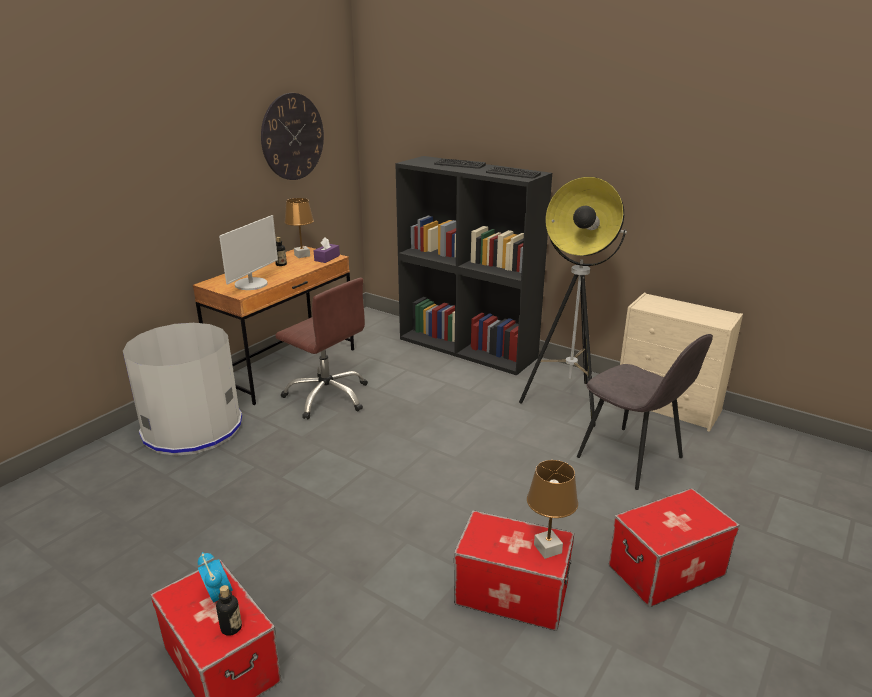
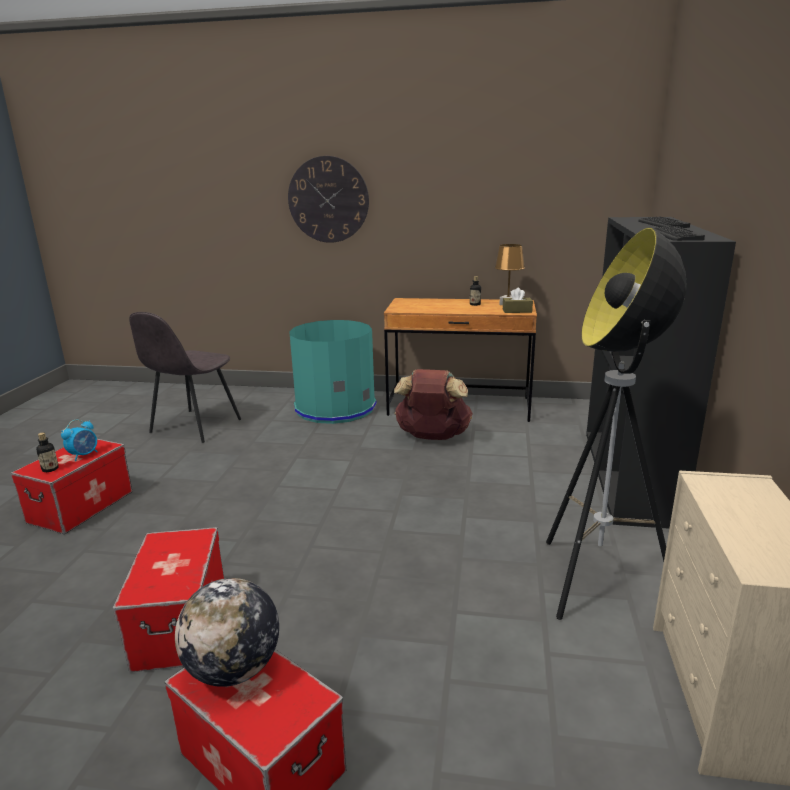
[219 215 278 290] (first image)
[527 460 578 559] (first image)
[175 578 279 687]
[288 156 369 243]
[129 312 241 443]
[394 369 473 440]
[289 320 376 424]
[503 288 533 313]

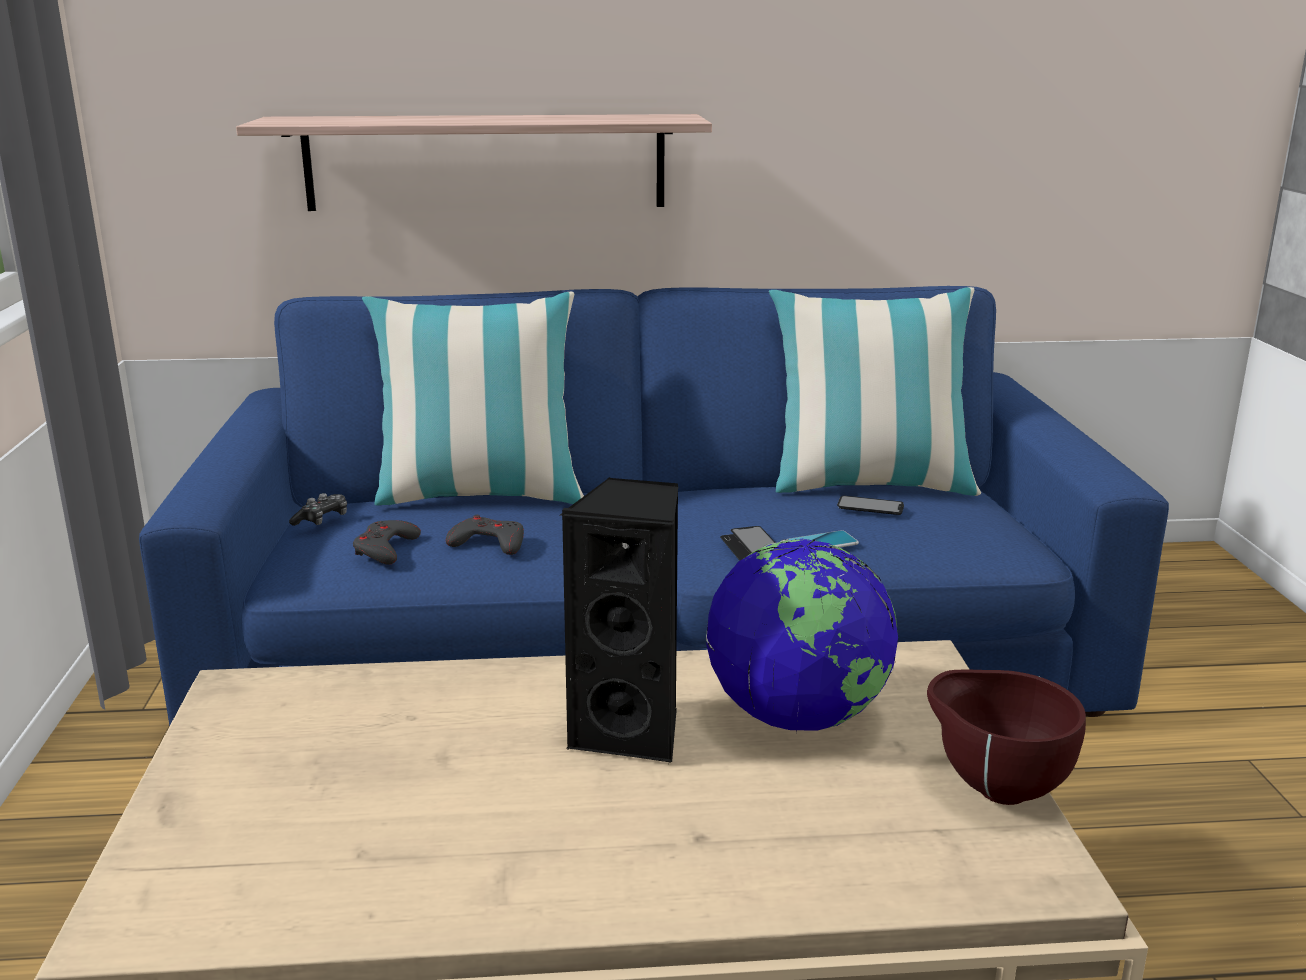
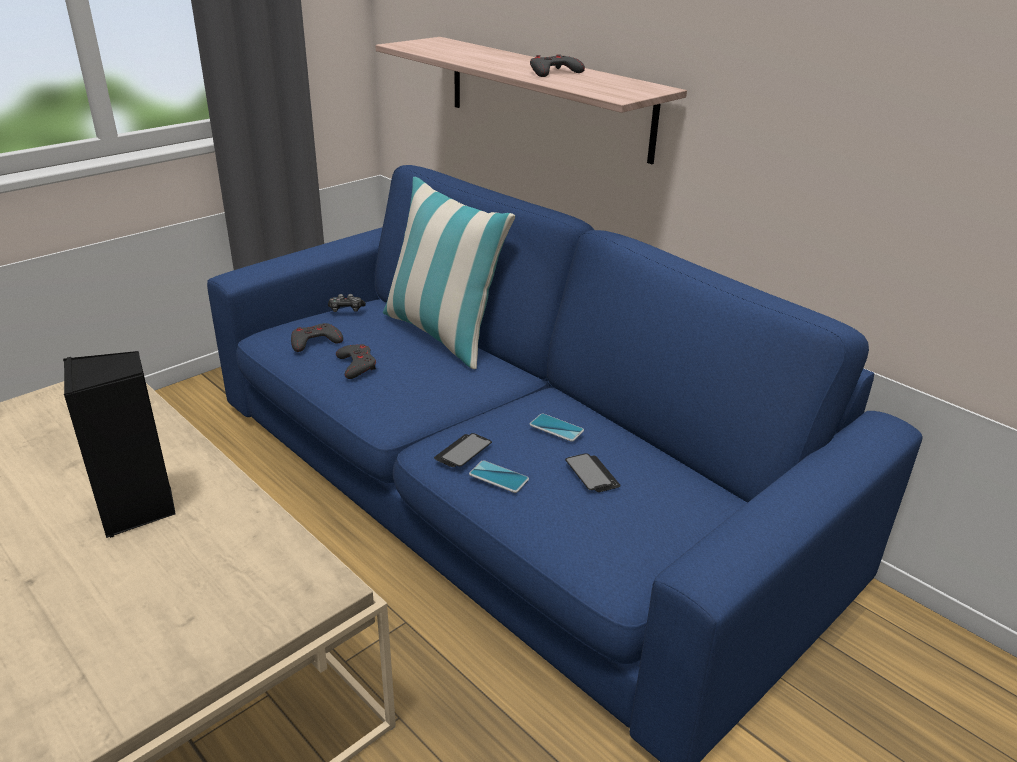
[706 539 898 733] (first image)
[769 287 981 496] (first image)
[927 670 1086 805] (first image)
[530 54 585 77]
[530 413 584 442]

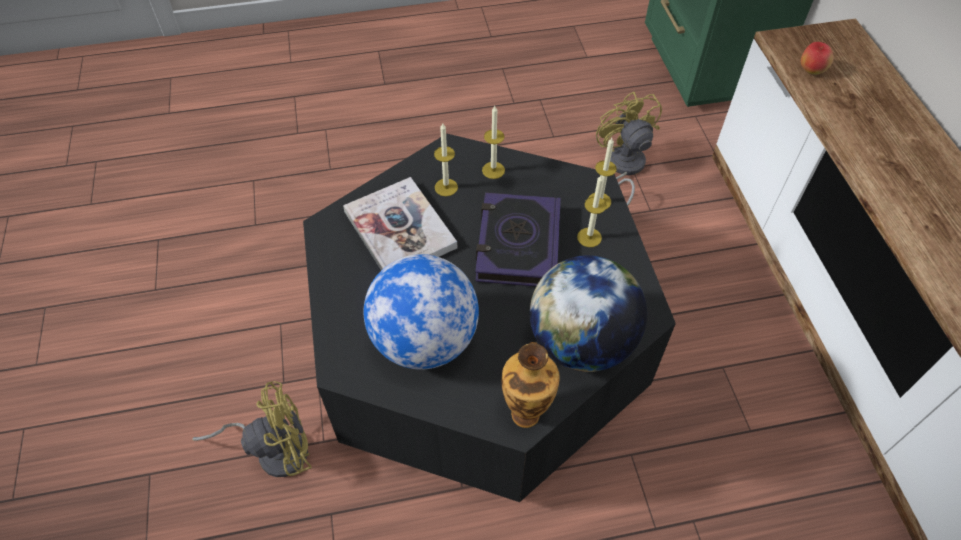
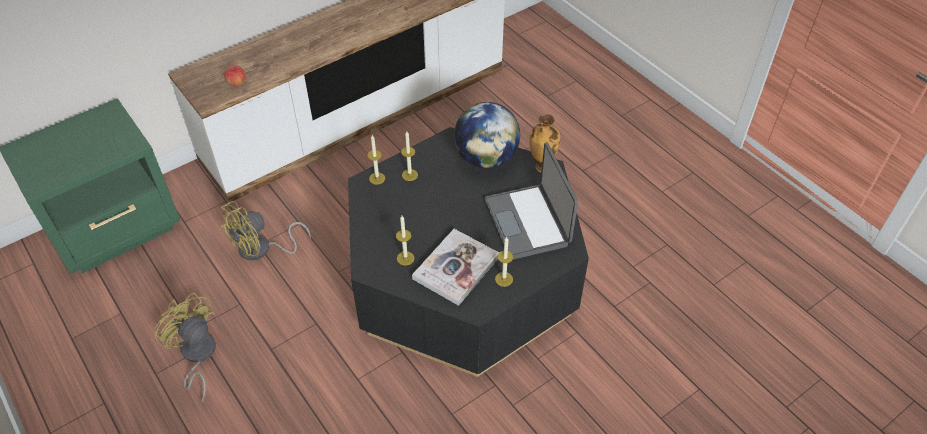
[475 192 561 287] (first image)
[154 292 216 403]
[495 237 513 287]
[485 142 578 260]

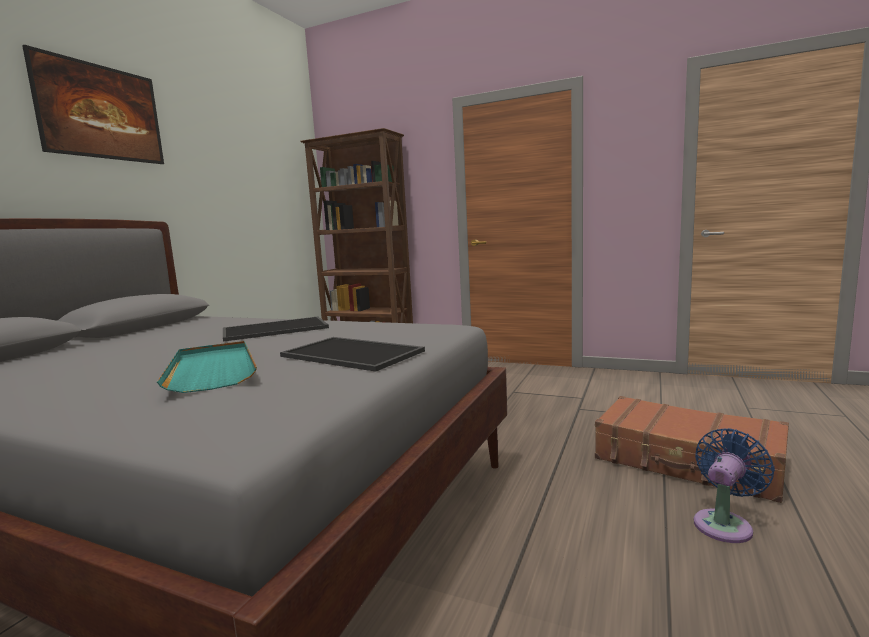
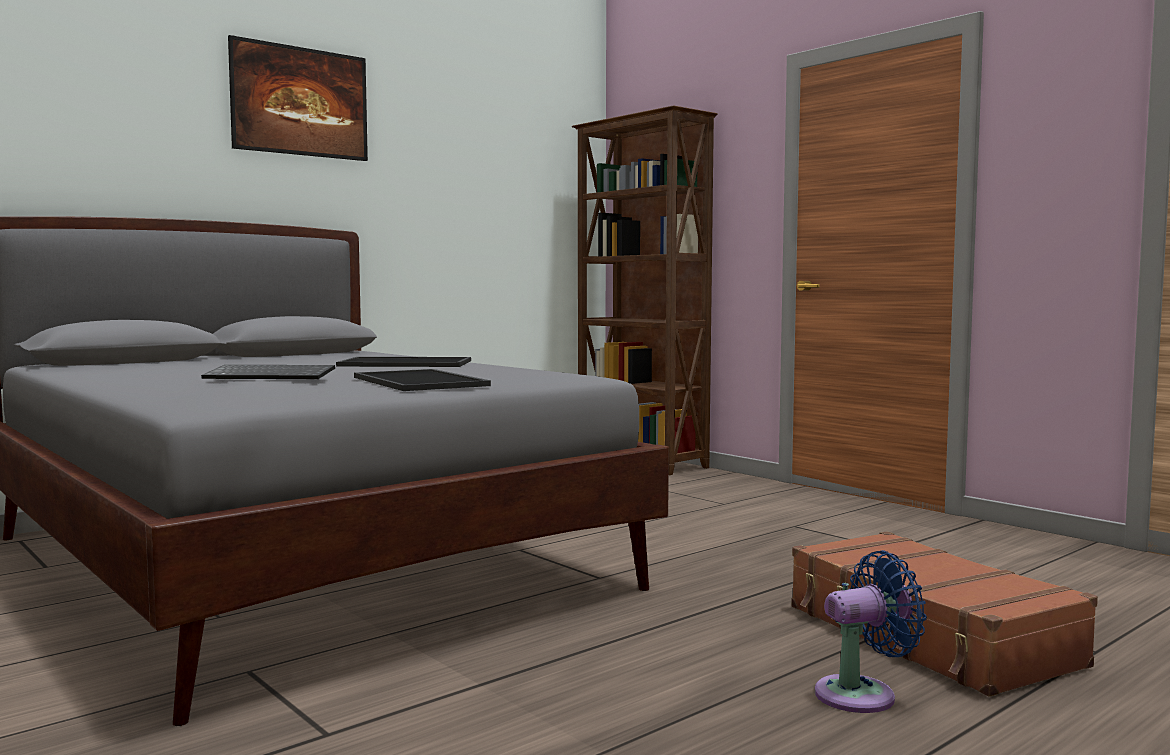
[201 365 335 379]

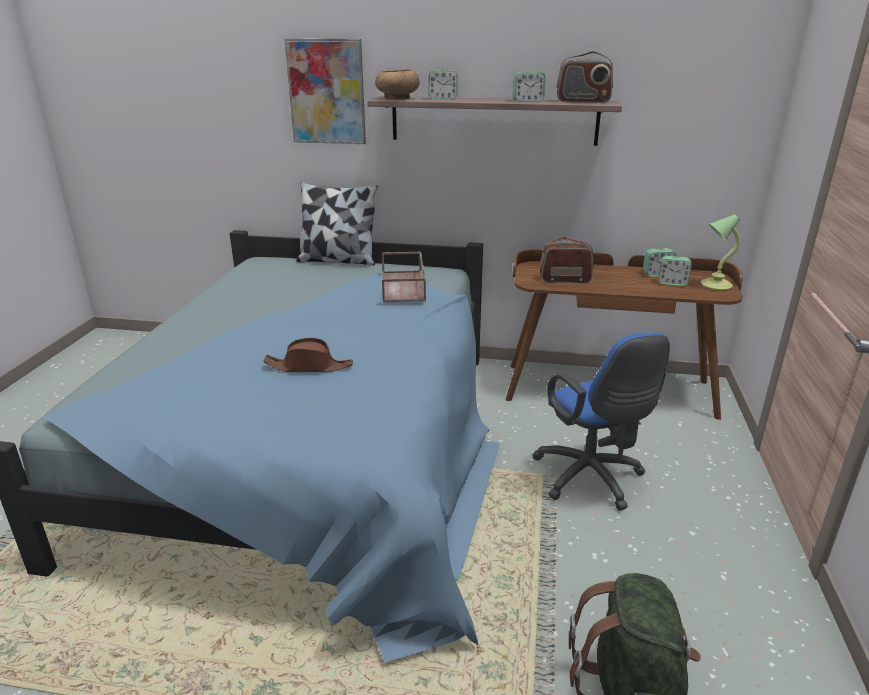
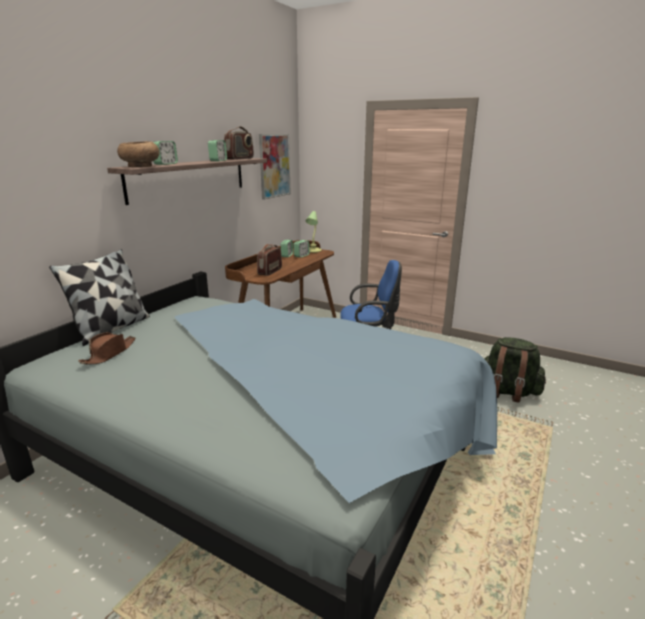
[382 251 426 303] (first image)
[78 332 136 364]
[259 134 291 199]

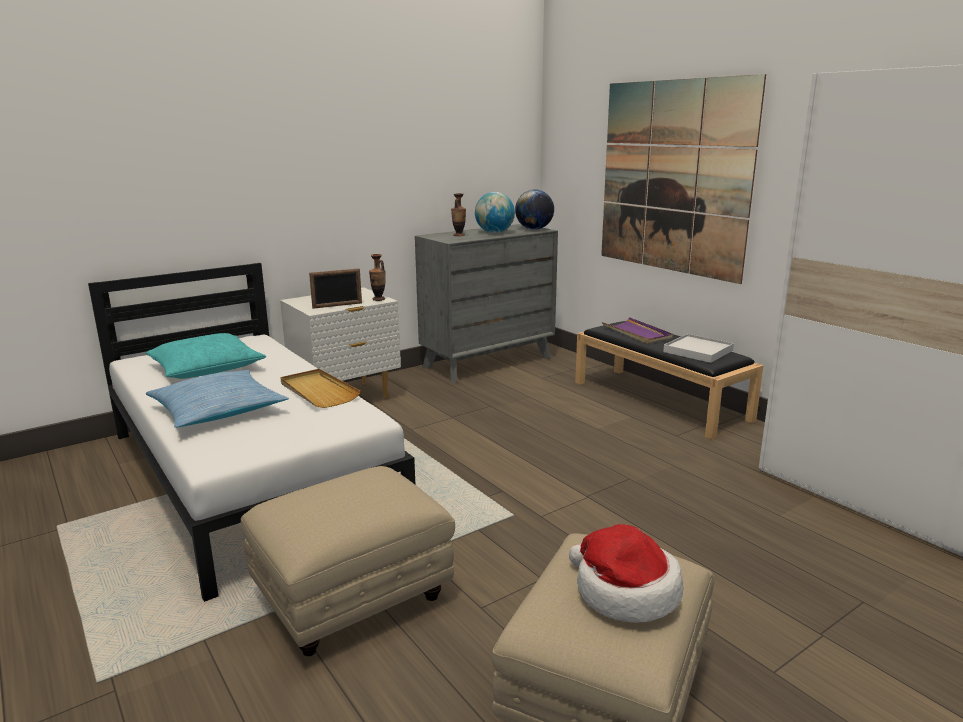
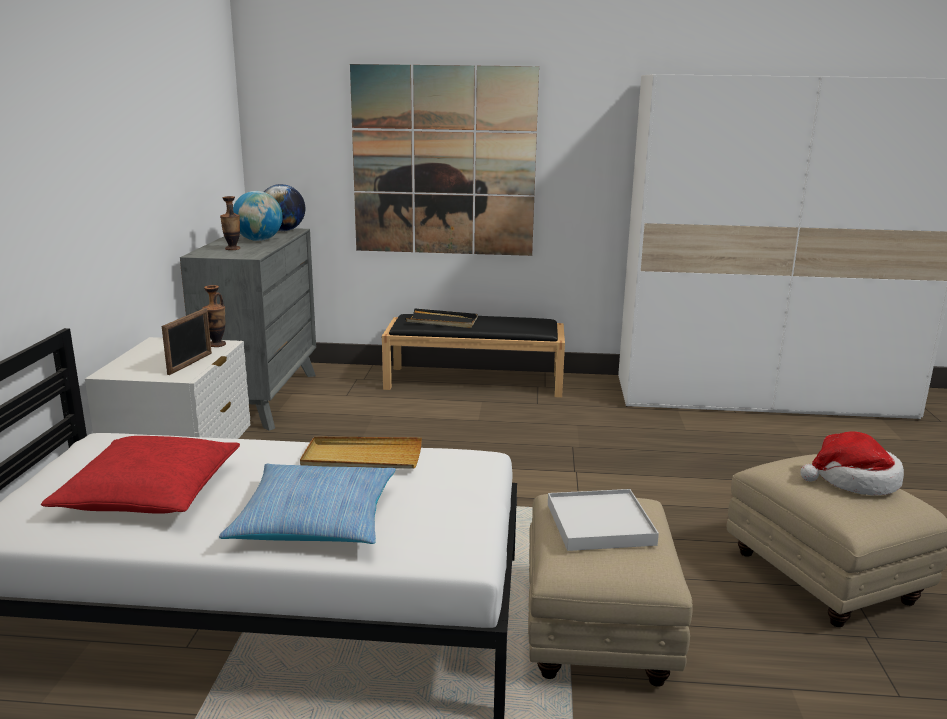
[548 489 659 551]
[41 436 240 514]
[405 308 478 328]

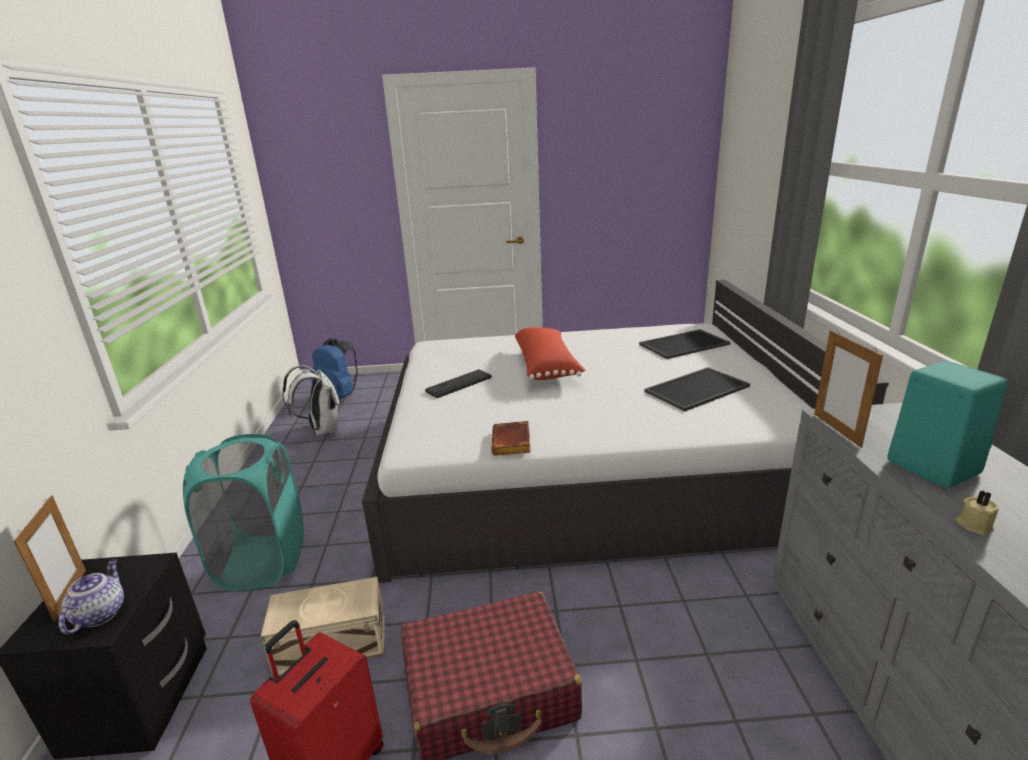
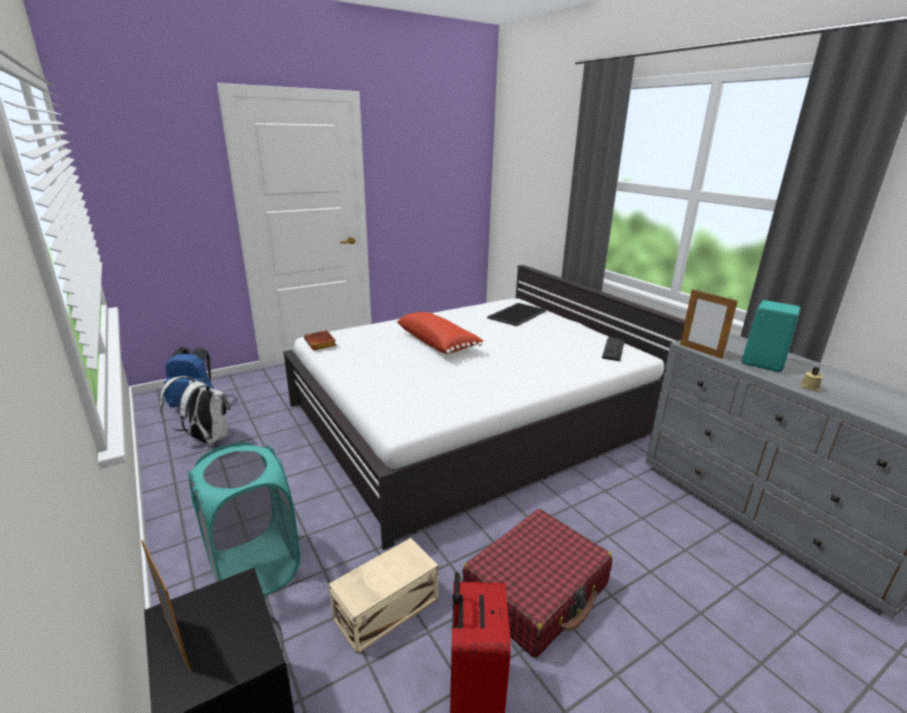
[58 559 124 634] (first image)
[644 367 750 411] (first image)
[602 337 625 361]
[304 330 336 351]

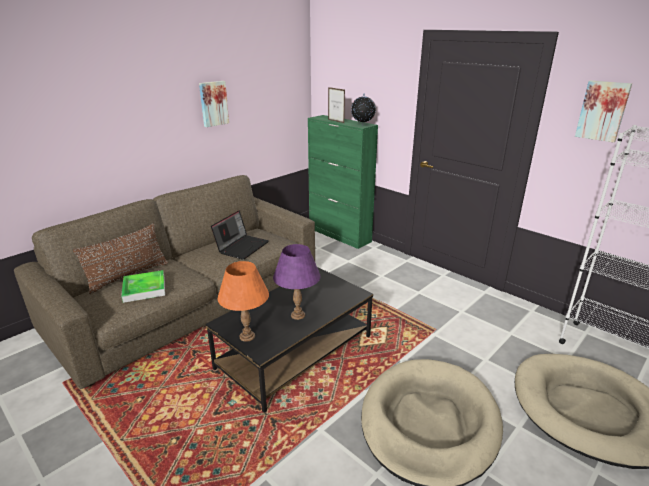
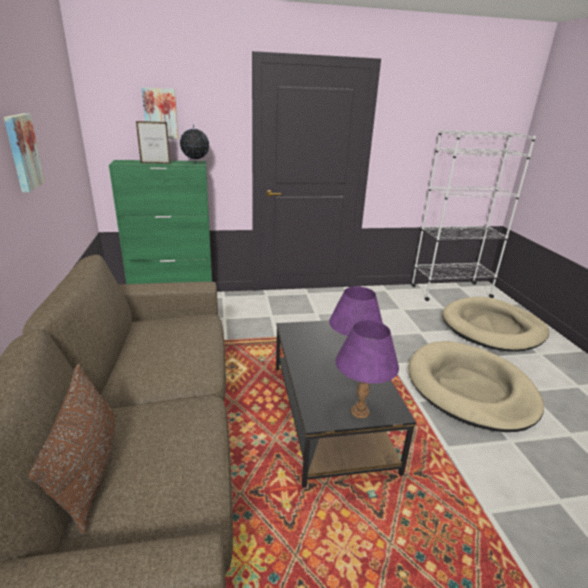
[121 270 165 303] (first image)
[211 210 269 260] (first image)
[142 88 179 139]
[335 320 399 419]

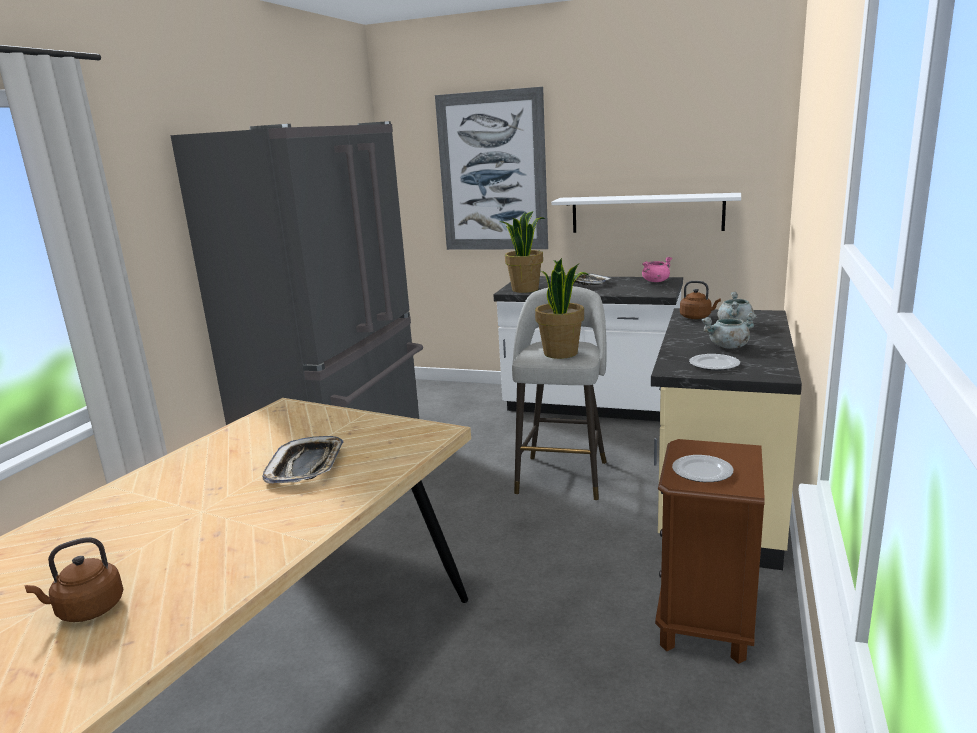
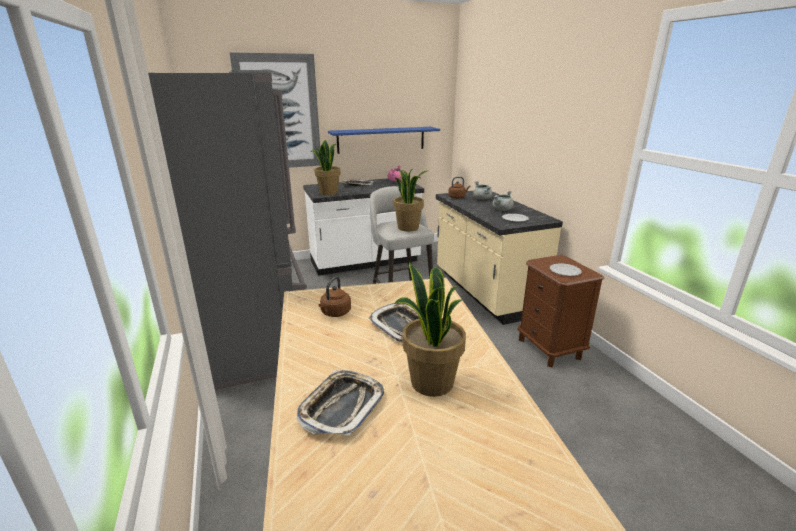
[297 370 384 436]
[394 262 466 397]
[318 276 351 317]
[328 127 440 154]

